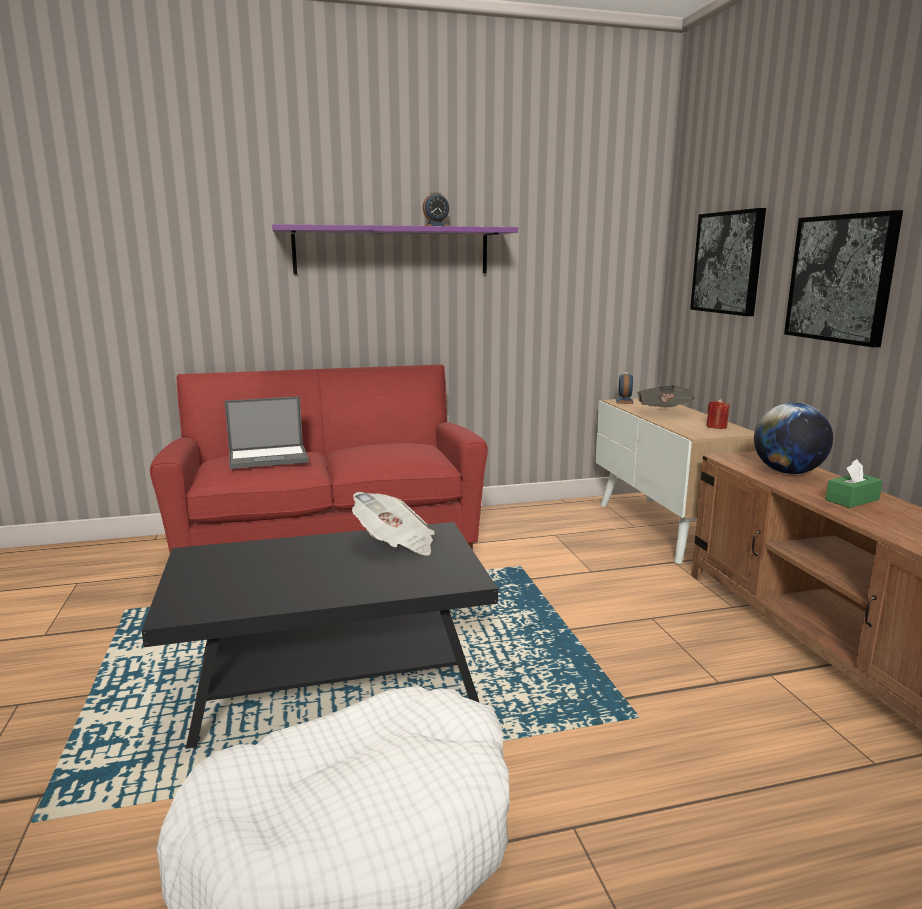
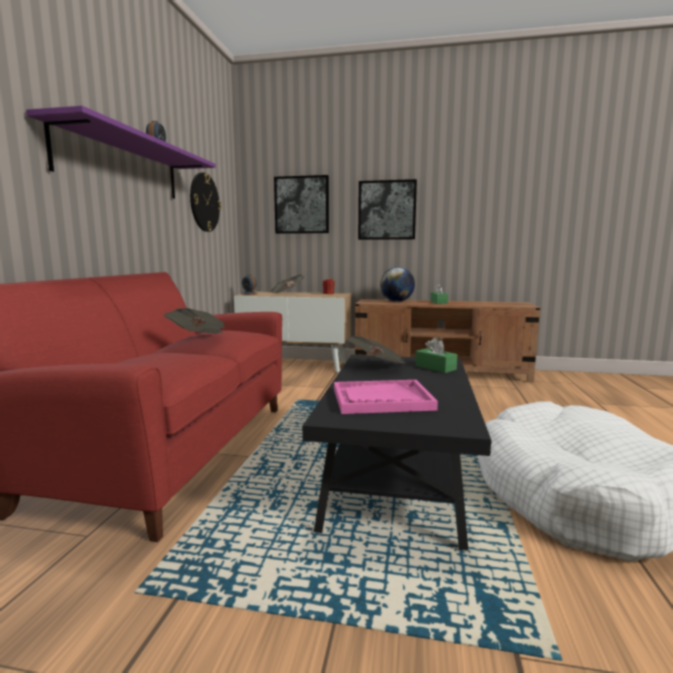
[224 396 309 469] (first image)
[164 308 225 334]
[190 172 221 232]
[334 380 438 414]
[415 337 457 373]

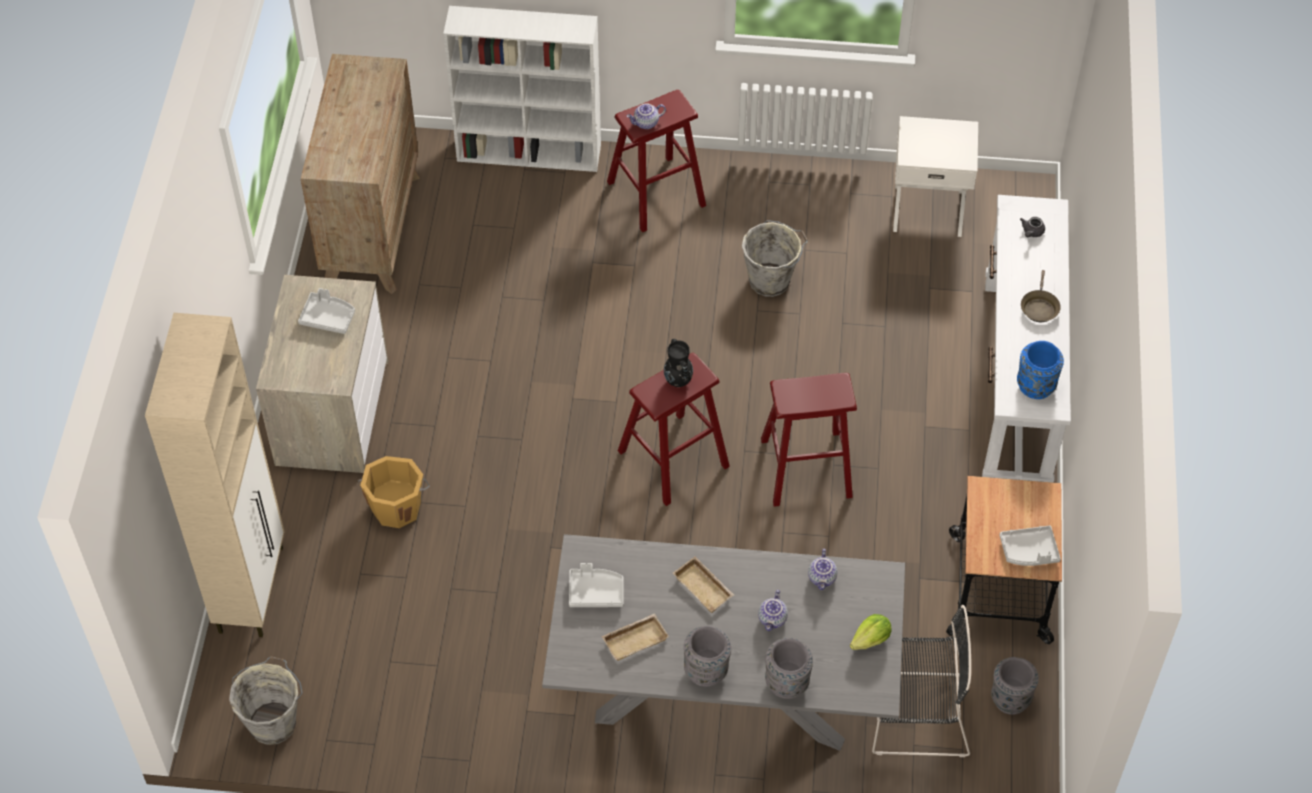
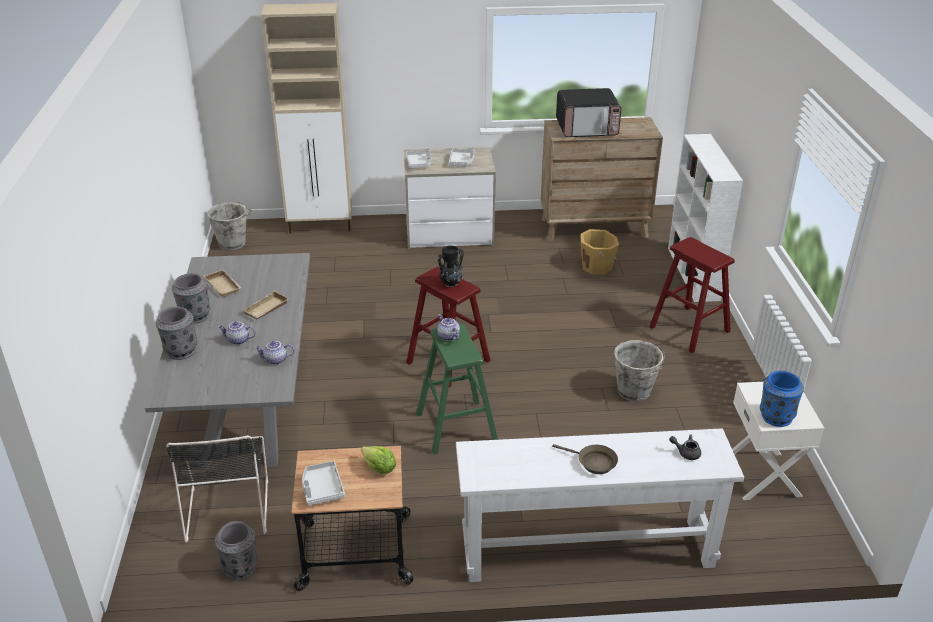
[556 88 621 137]
[580 229 619 275]
[406 148 431 169]
[437 314 460 341]
[361 446 396 474]
[760 371 804 427]
[416 324 498 455]
[552 444 618 474]

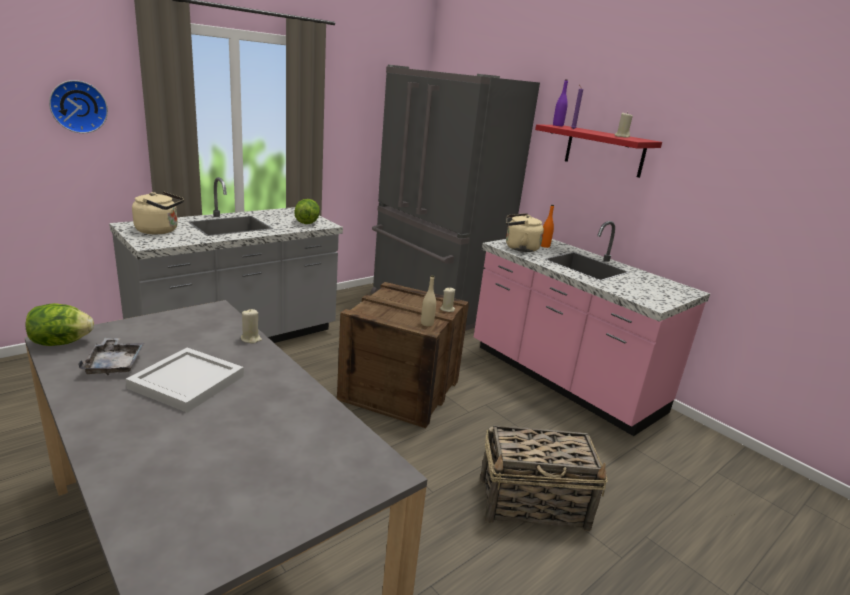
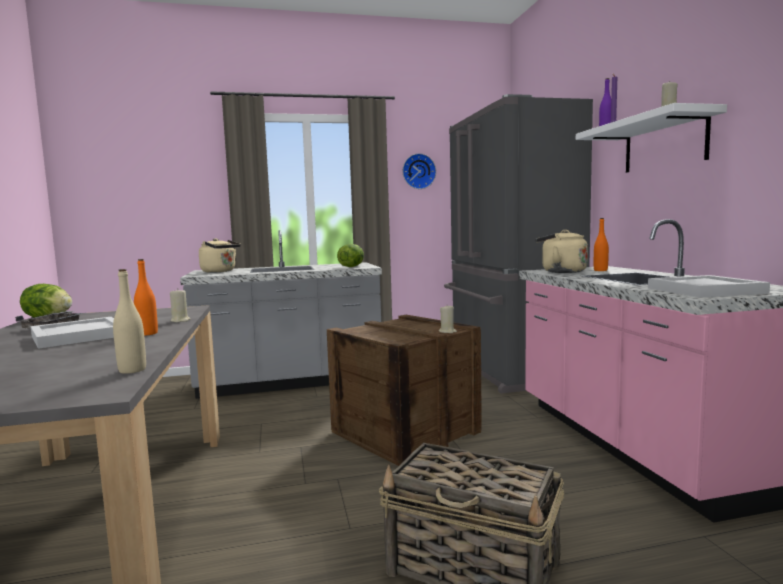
[134 259 158 336]
[648 275 770 298]
[403 153 436 189]
[113 269 146 374]
[576 103 727 173]

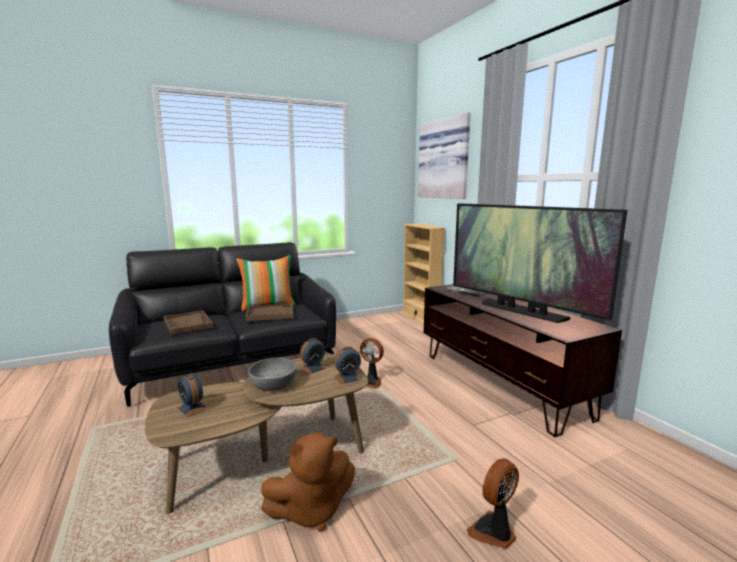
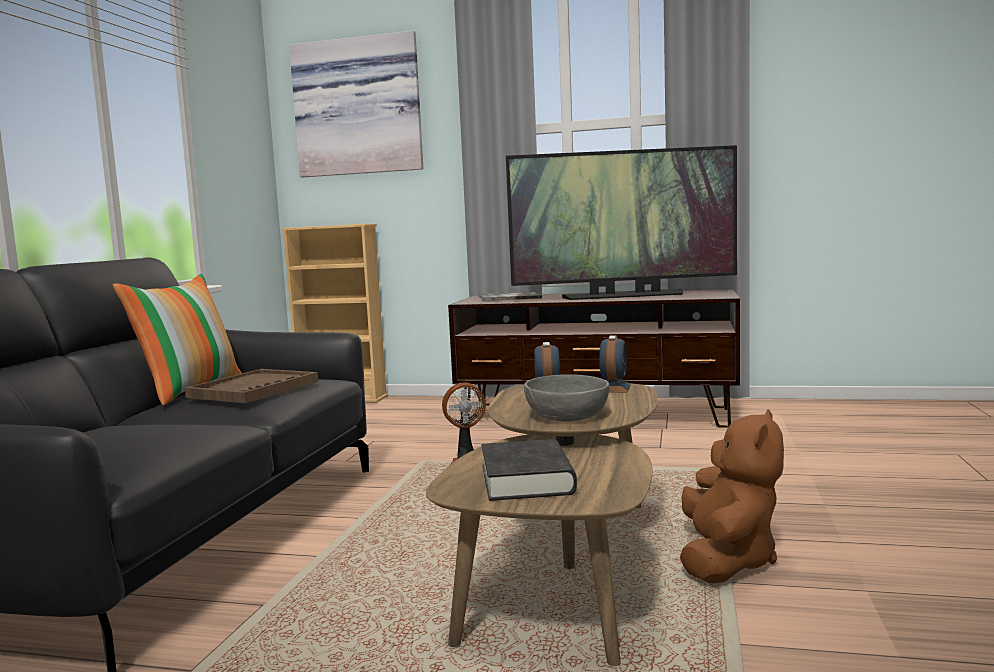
[164 310 213 335] (first image)
[467 458 519 549] (first image)
[481 439 577 501]

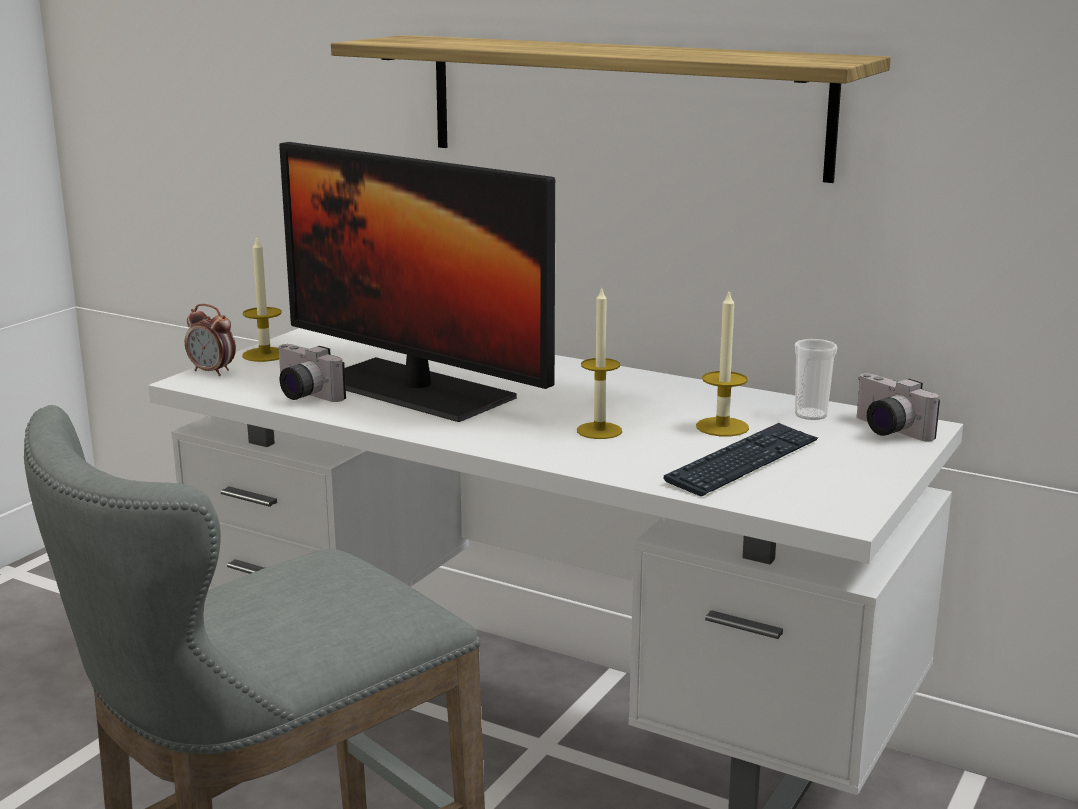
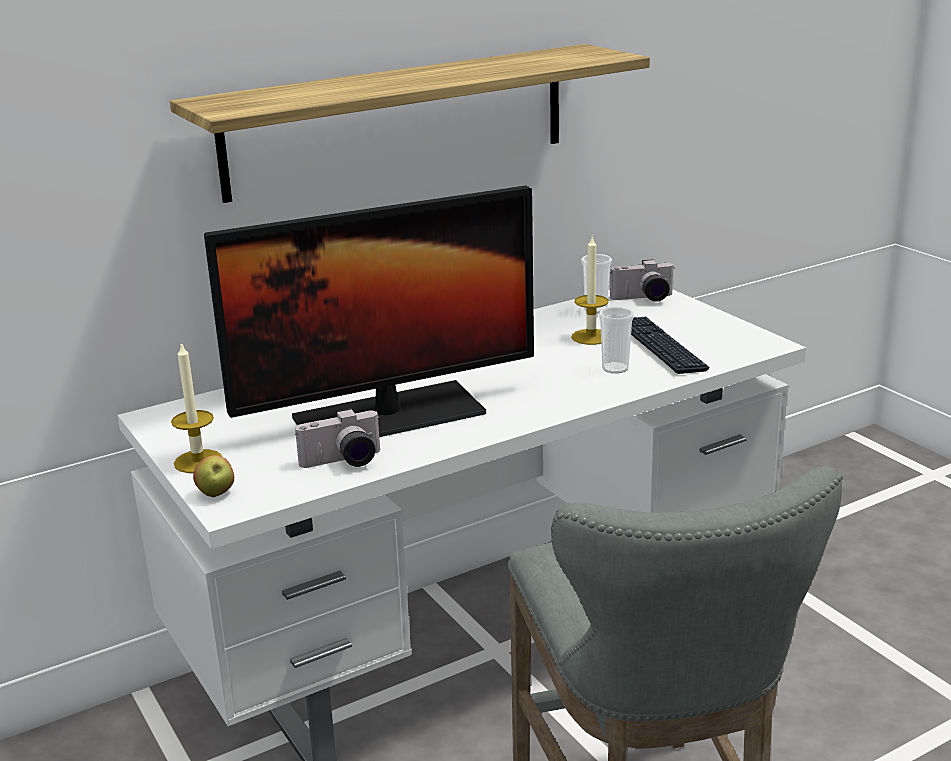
[577 287 622 439] (first image)
[599 307 634 374]
[193 455 234 497]

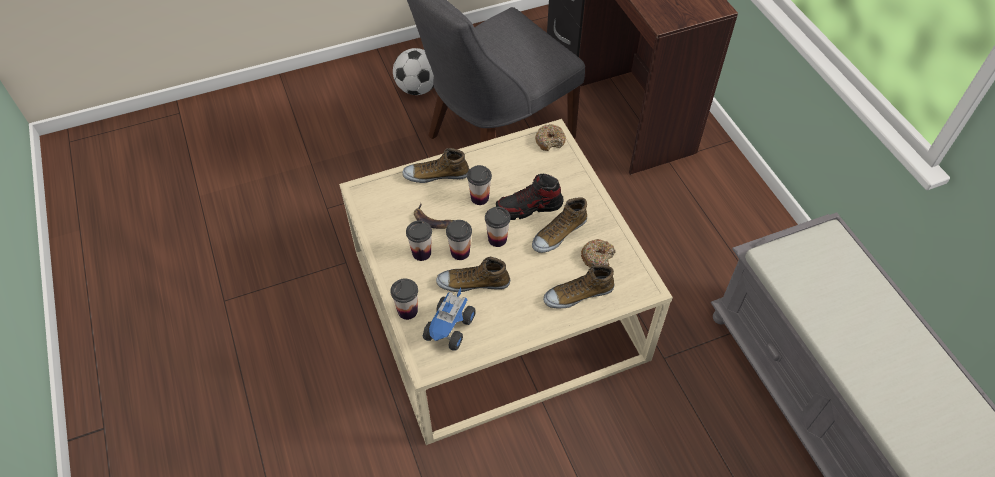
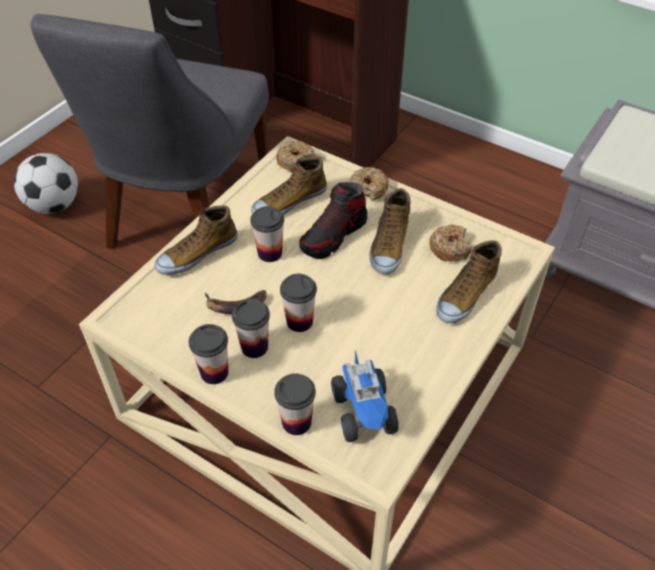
[350 167 389 201]
[251 157 327 215]
[189 324 228 384]

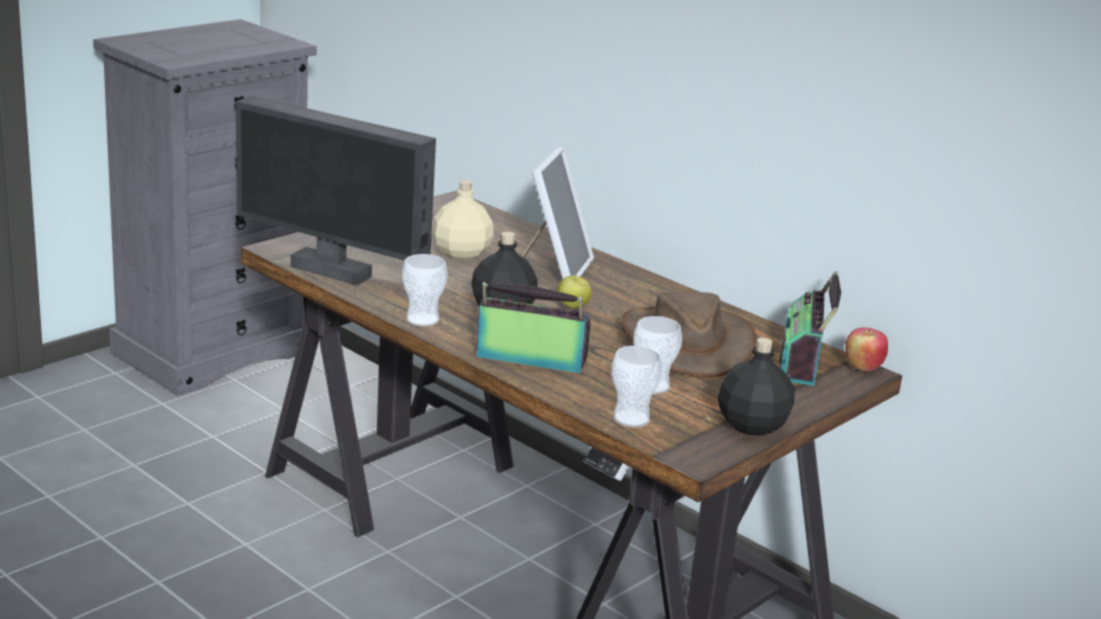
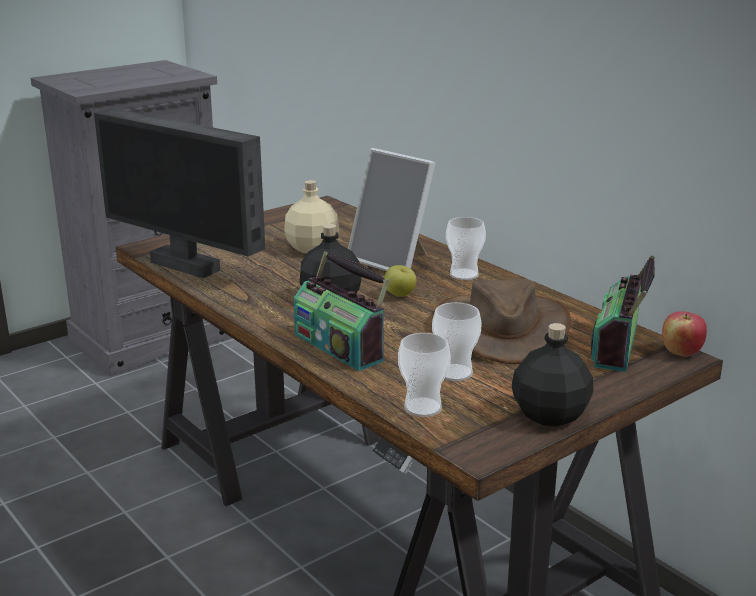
[446 217 486 280]
[294 251 389 371]
[348 148 435 271]

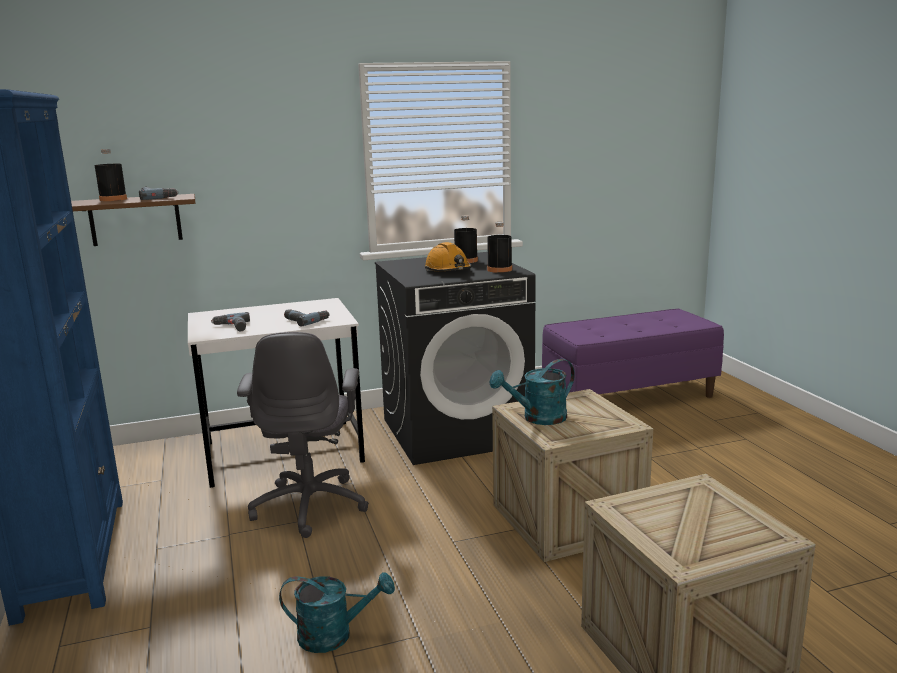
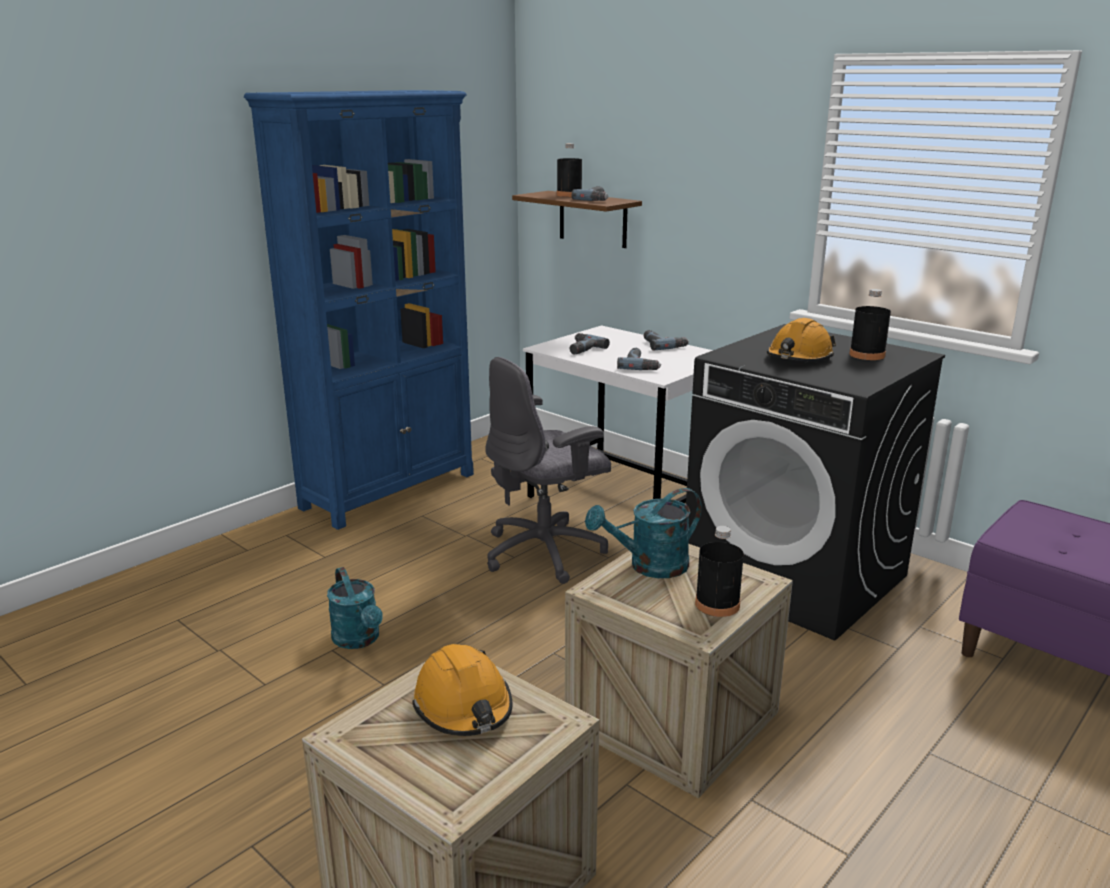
[412 644 513 736]
[644 330 689 350]
[695 526 744 617]
[585 488 702 578]

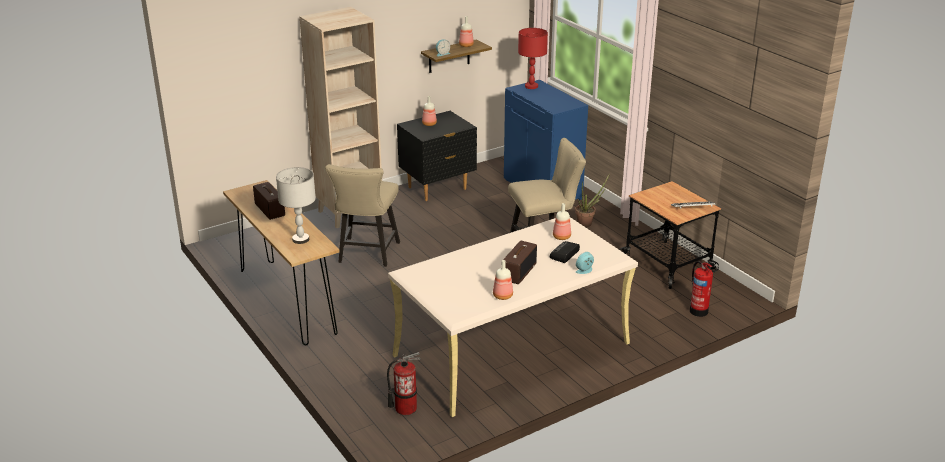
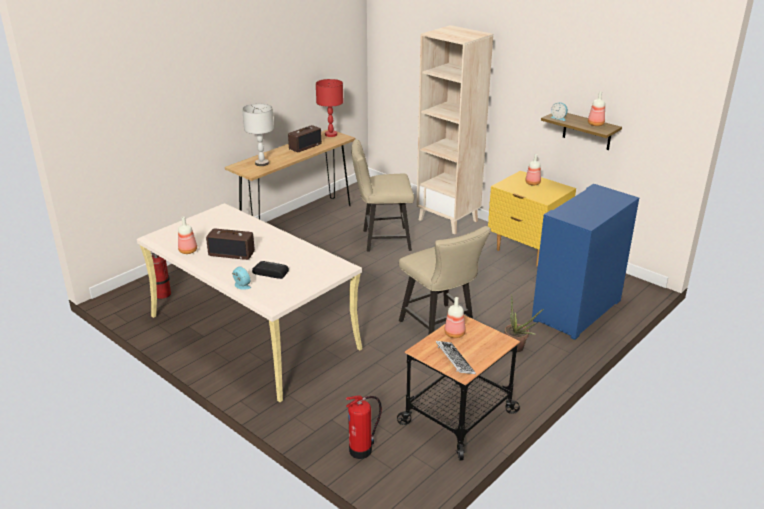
[316 79 344 137]
[444 297 466 338]
[488 171 576 267]

